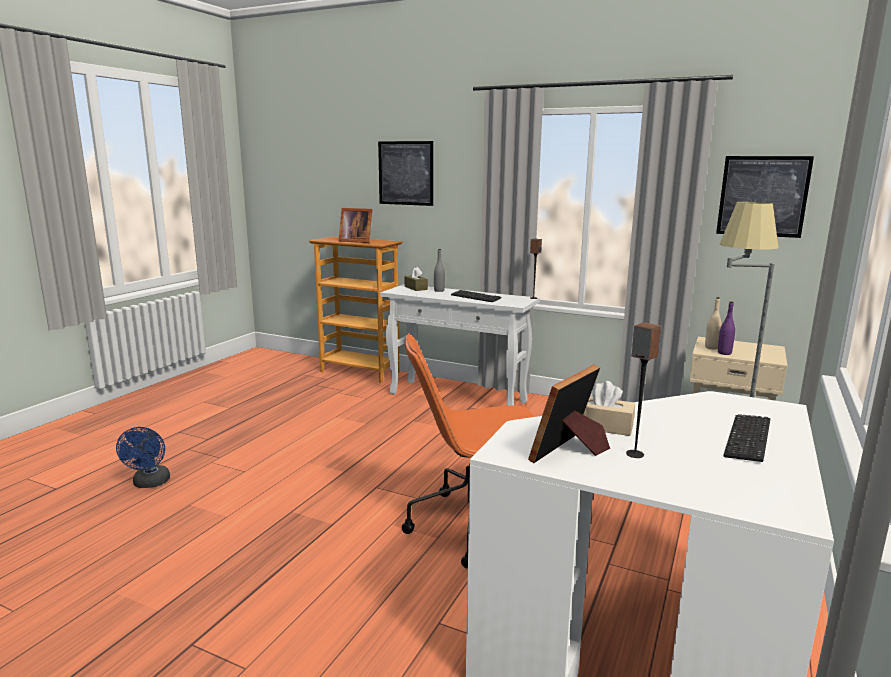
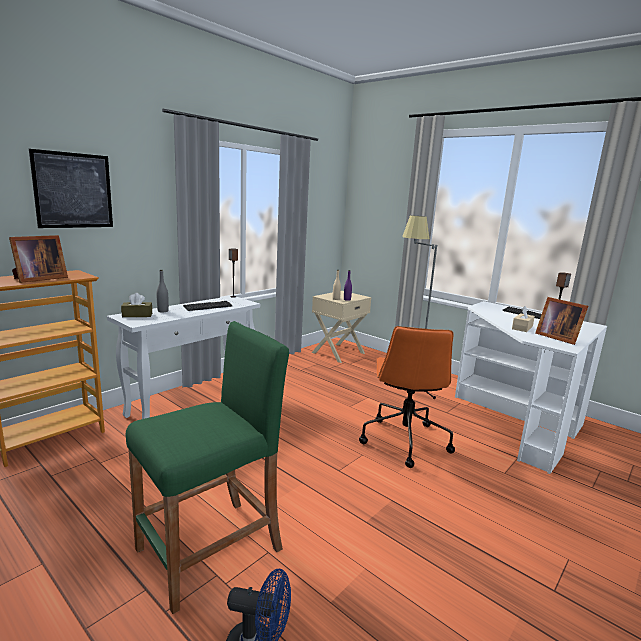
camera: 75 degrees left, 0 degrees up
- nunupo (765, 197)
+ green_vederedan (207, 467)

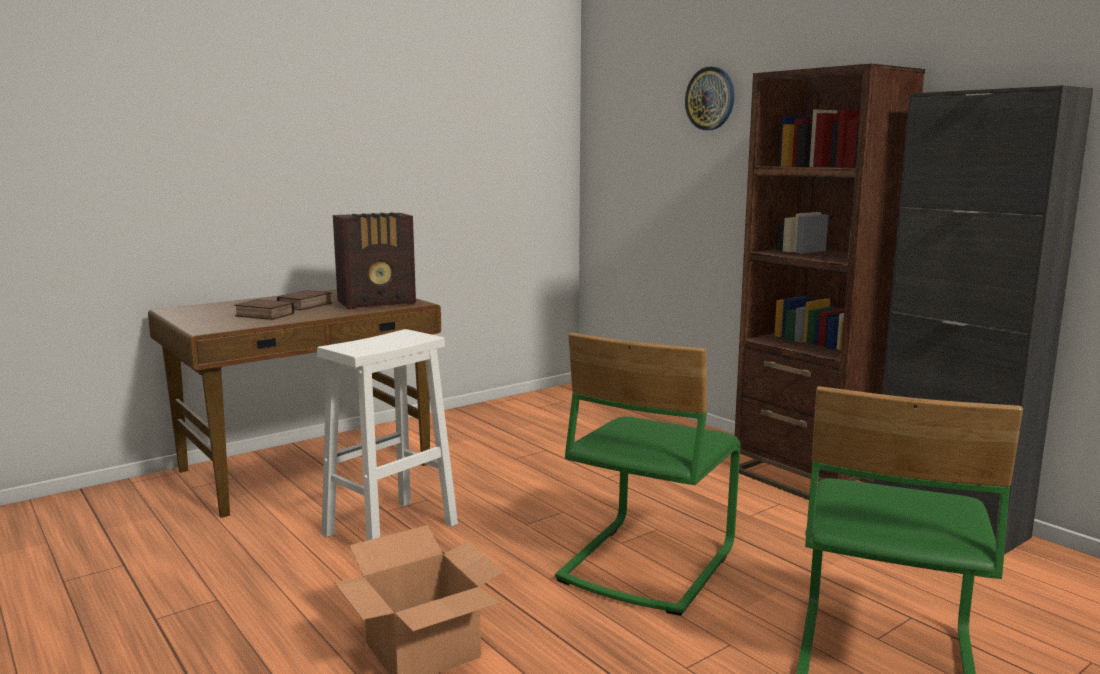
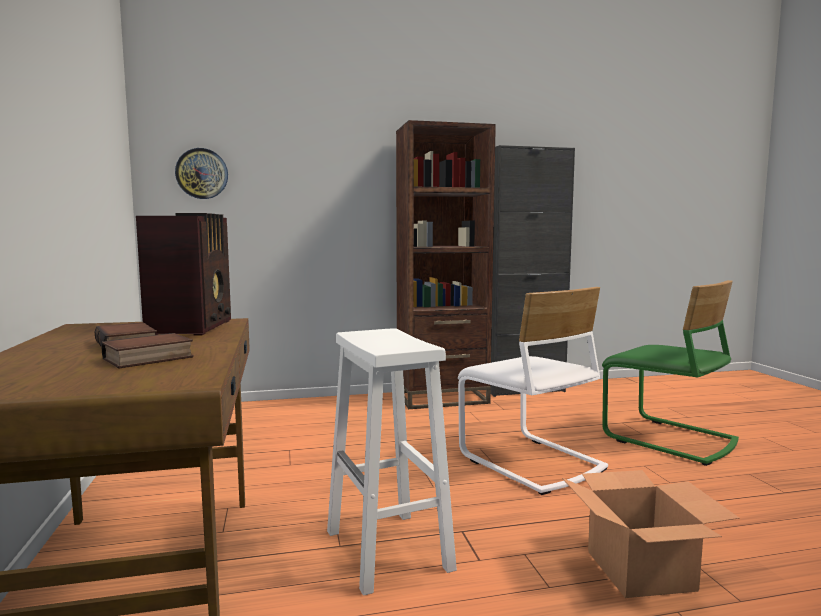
camera: 65 degrees left, 5 degrees down
~ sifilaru (710, 98) to (201, 173)
~ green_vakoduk (648, 474) to white_vakoduk (533, 391)

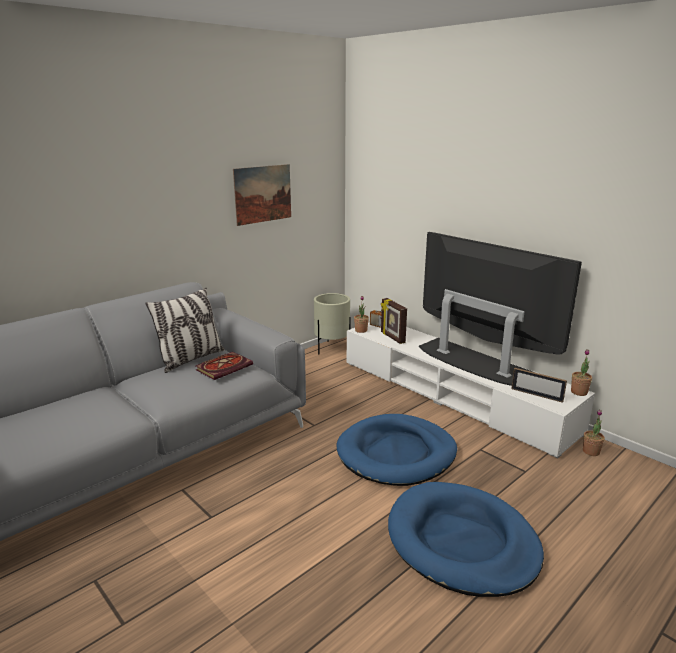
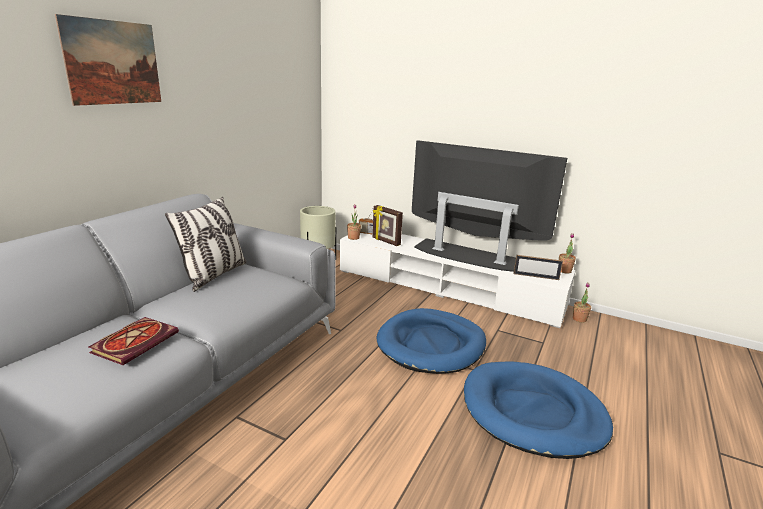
camera: 20 degrees left, 0 degrees up
~ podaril (224, 366) to (134, 341)
~ nunupo (262, 195) to (108, 60)

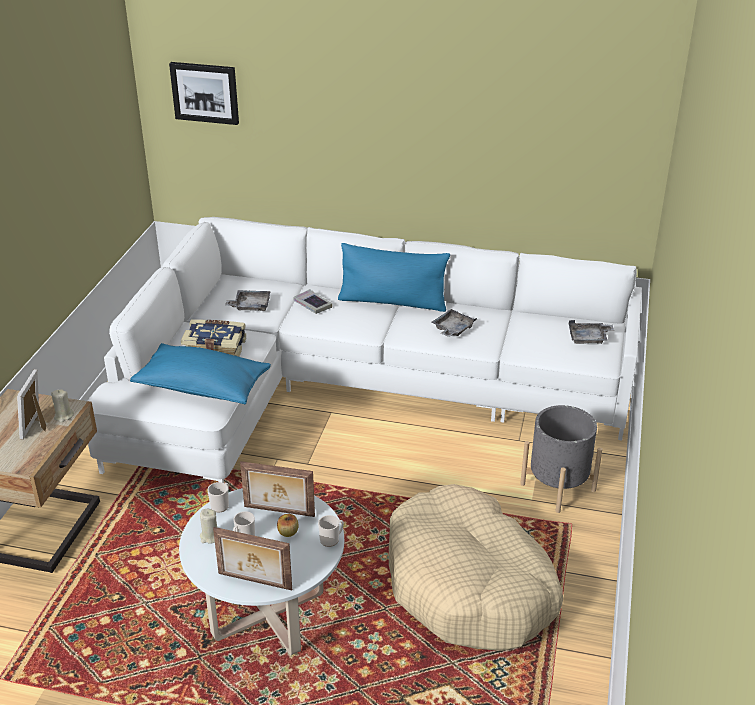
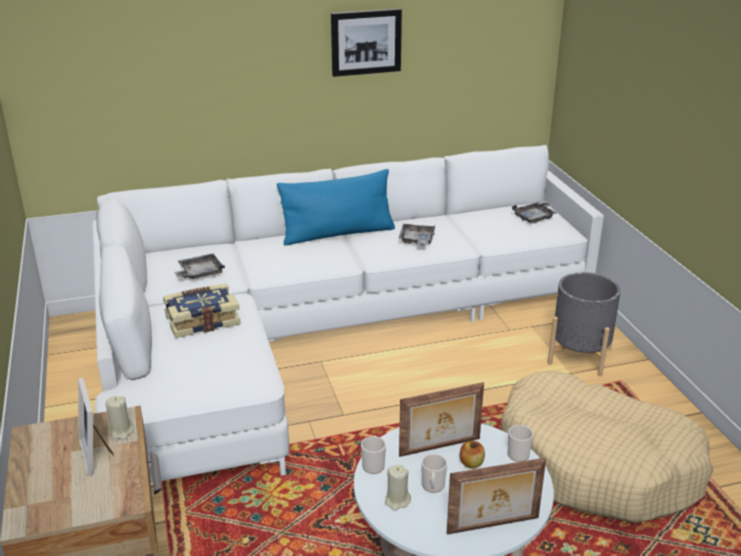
camera: 30 degrees left, 5 degrees down
- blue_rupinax (200, 373)
- podaril (312, 301)
~ nunupo (204, 93) to (366, 42)

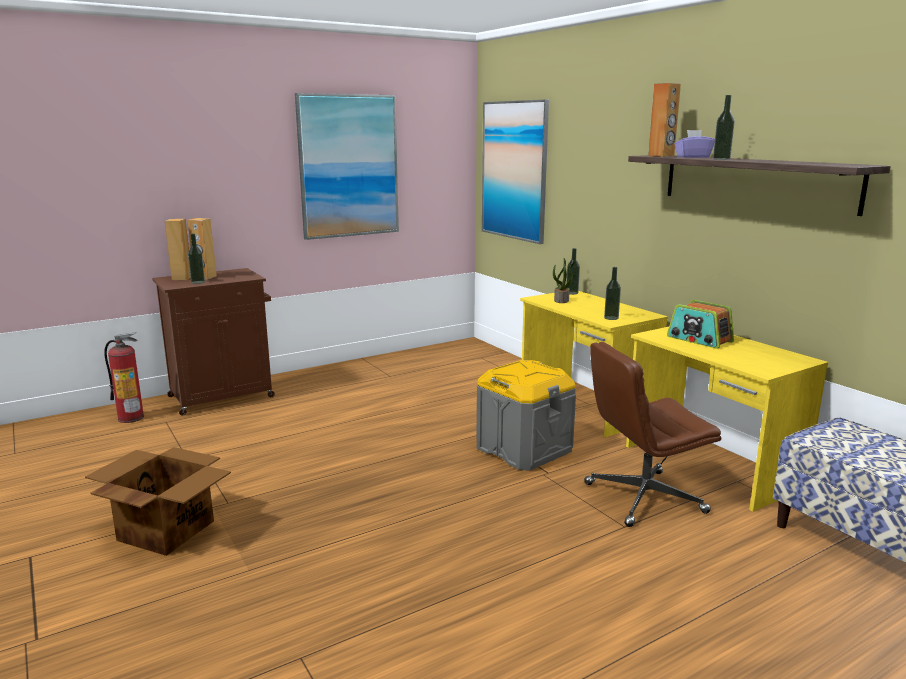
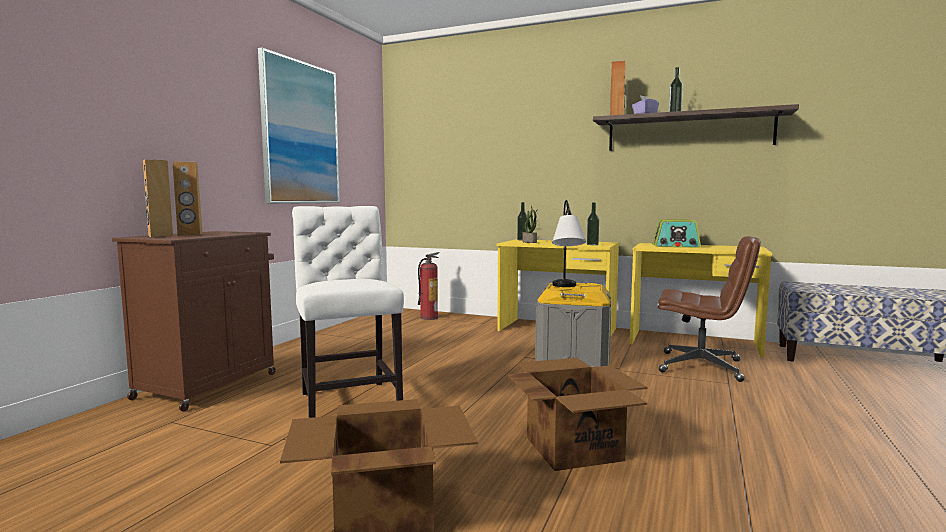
camera: 35 degrees left, 10 degrees down
- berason (196, 259)
- nunupo (515, 171)
+ white_vakoduk (348, 312)
+ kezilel (578, 414)
+ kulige (569, 243)
~ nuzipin (124, 377) to (429, 286)
~ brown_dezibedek (652, 434) = (709, 309) 105 degrees counterclockwise

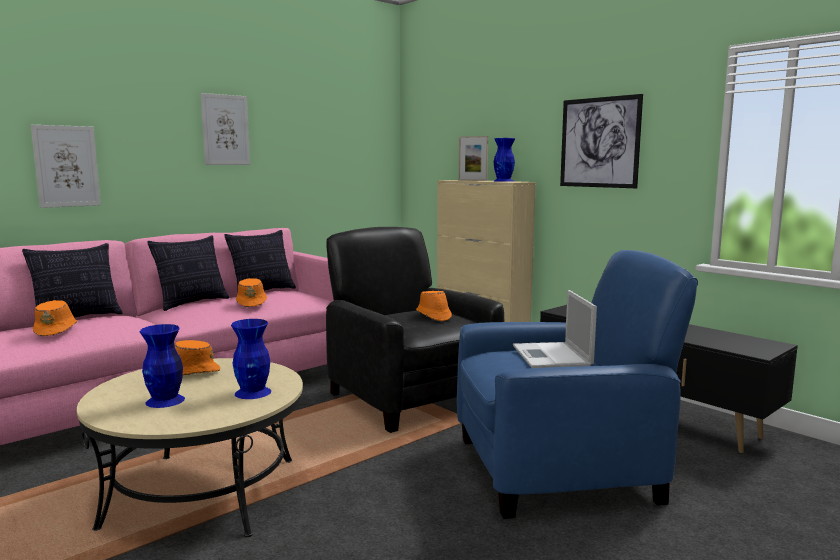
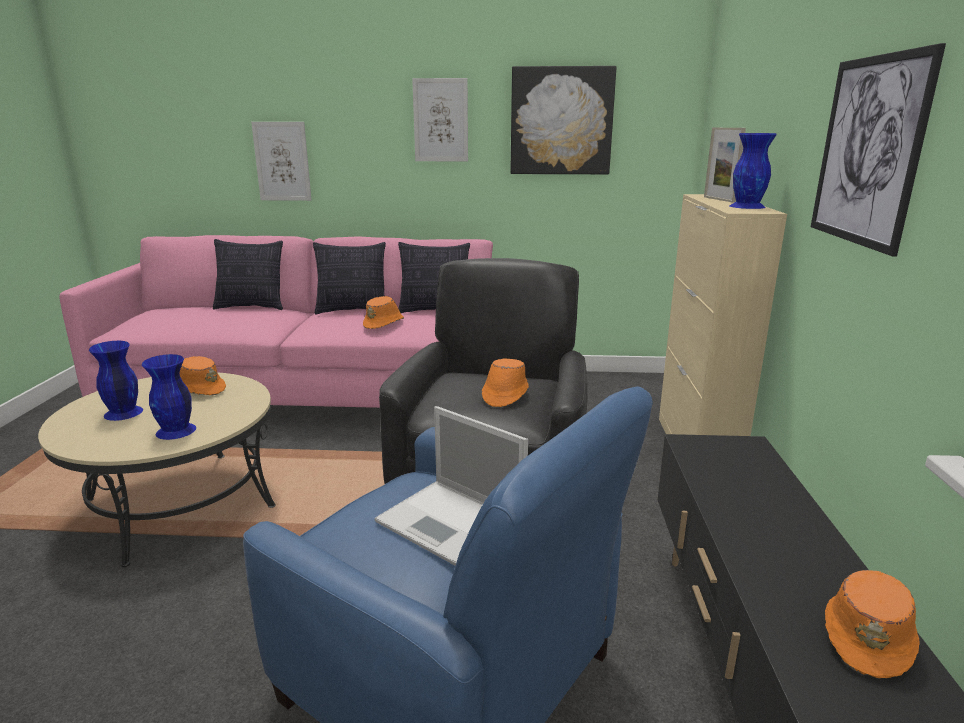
camera: 45 degrees right, 10 degrees up
+ nunupo (563, 120)
~ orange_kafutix (55, 318) to (872, 624)
~ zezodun (555, 329) = (451, 486) 90 degrees counterclockwise

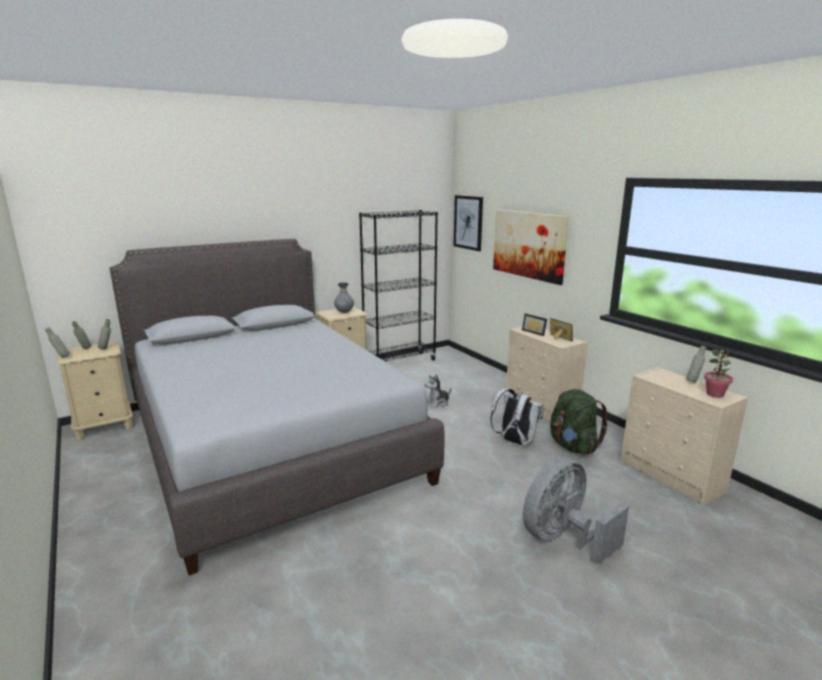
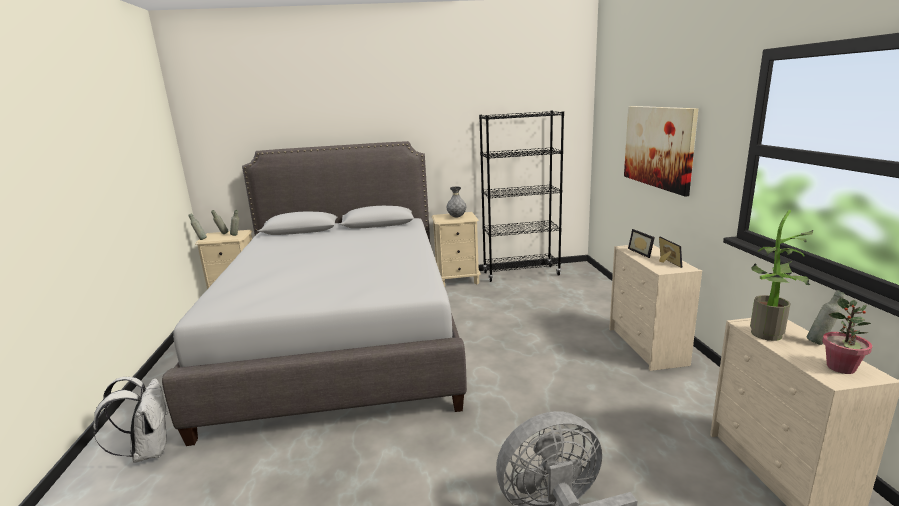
camera: 25 degrees right, 0 degrees up
- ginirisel (438, 391)
- nunupo (468, 223)
- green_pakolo (579, 422)
+ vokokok (781, 275)
~ white_pakolo (516, 417) to (130, 420)

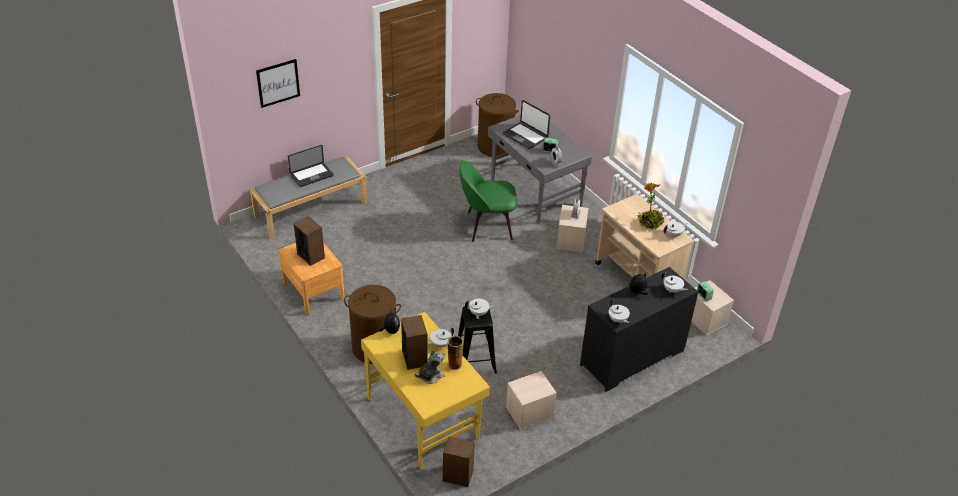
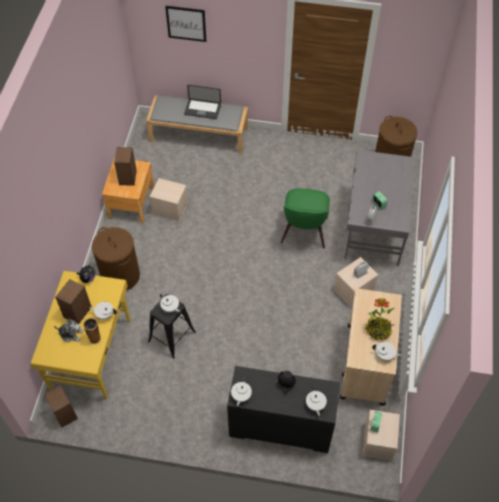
camera: 45 degrees right, 15 degrees up
- zezodun (526, 124)
~ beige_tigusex (531, 400) to (168, 199)
~ green_vakoduk (488, 201) = (305, 218) 120 degrees counterclockwise

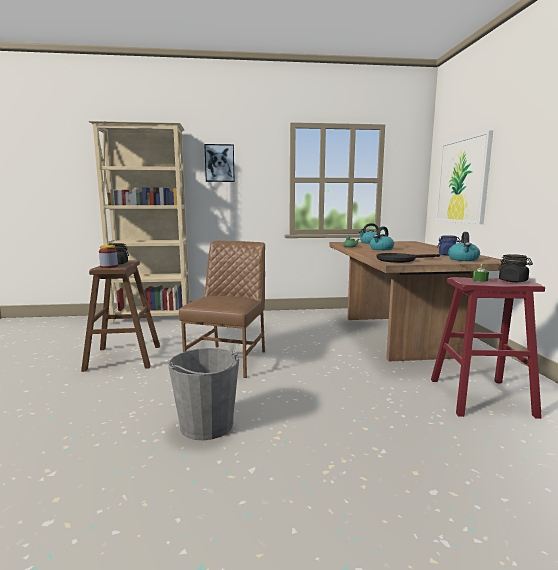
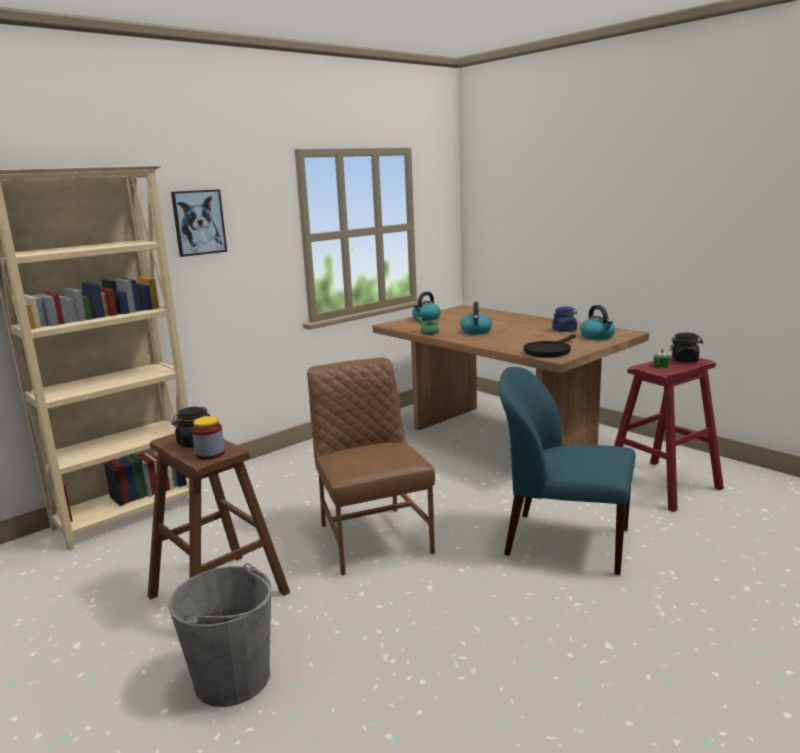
camera: 35 degrees left, 5 degrees up
- nunupo (464, 177)
+ blue_vakoduk (567, 471)
~ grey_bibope (203, 394) to (219, 635)

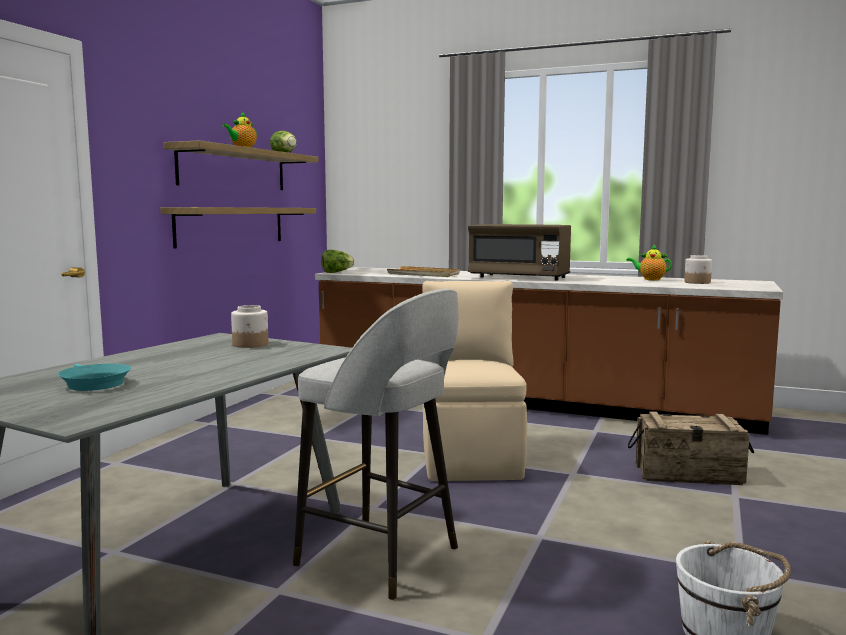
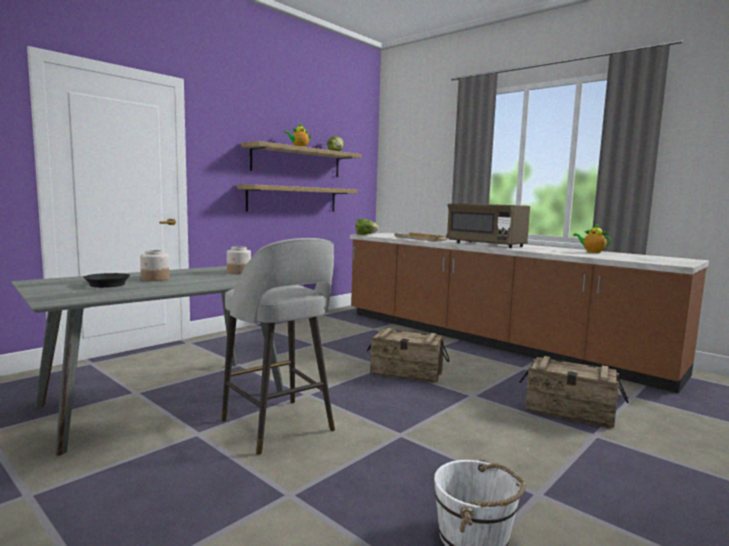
camera: 20 degrees right, 0 degrees up
~ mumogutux (698, 269) to (154, 265)
~ beige_vakoduk (475, 381) to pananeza (408, 355)
~ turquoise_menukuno (94, 377) to black_menukuno (106, 280)

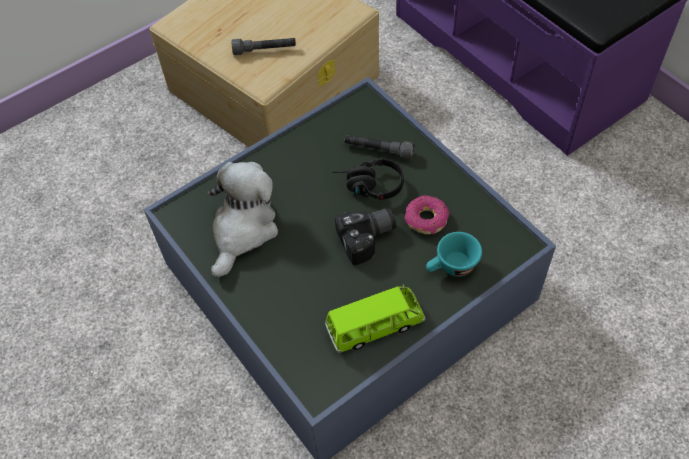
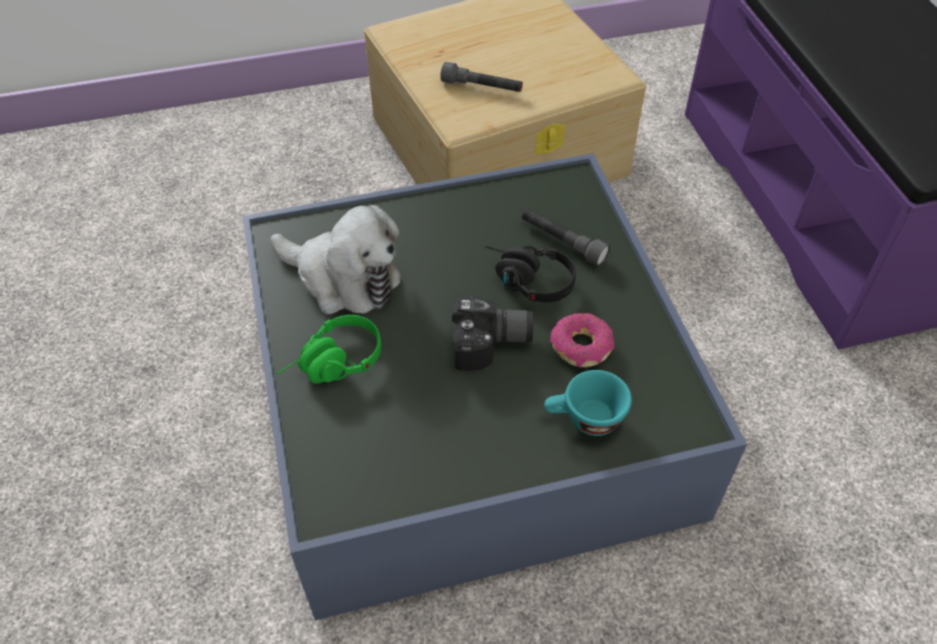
camera: 20 degrees right, 5 degrees down
- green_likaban (375, 318)
+ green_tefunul (328, 349)
~ ginirisel (243, 219) = (336, 259) 75 degrees clockwise

